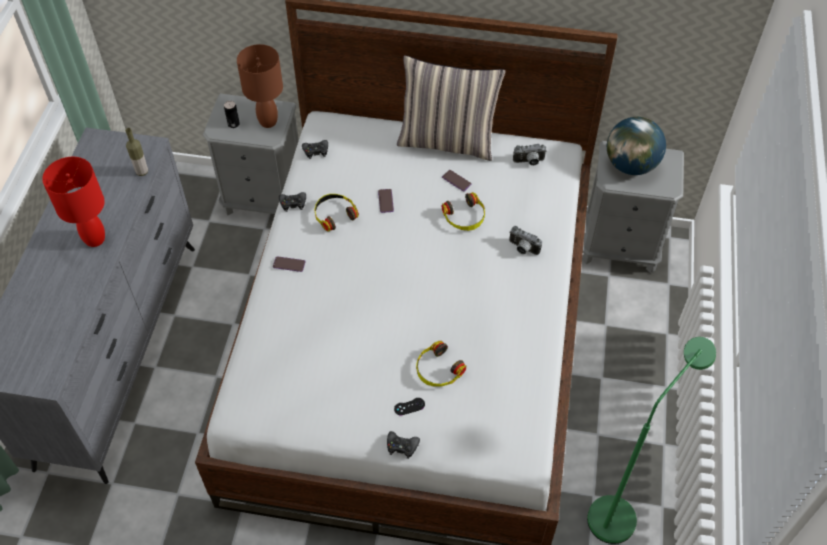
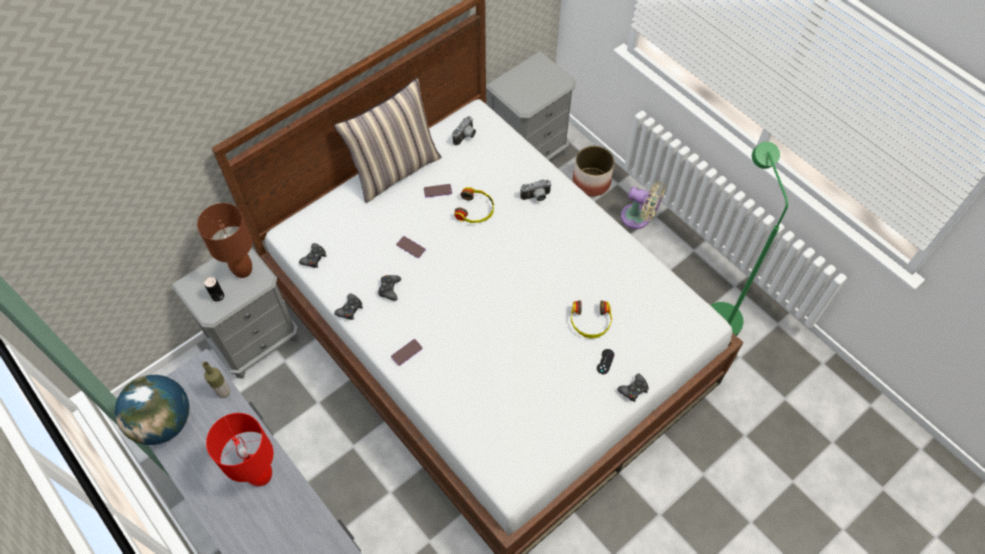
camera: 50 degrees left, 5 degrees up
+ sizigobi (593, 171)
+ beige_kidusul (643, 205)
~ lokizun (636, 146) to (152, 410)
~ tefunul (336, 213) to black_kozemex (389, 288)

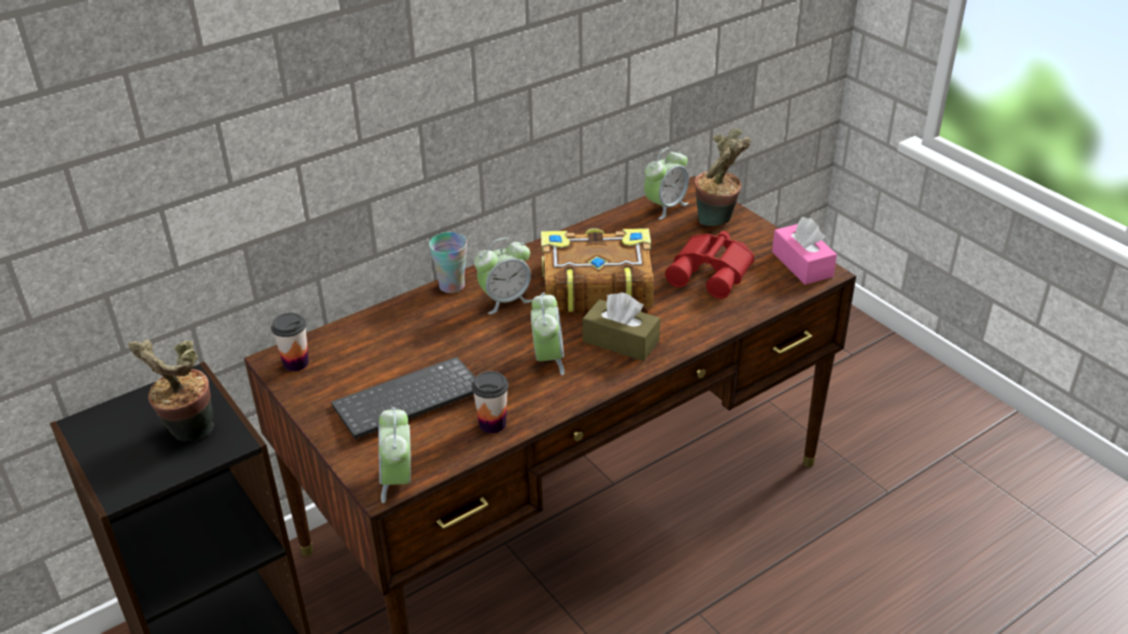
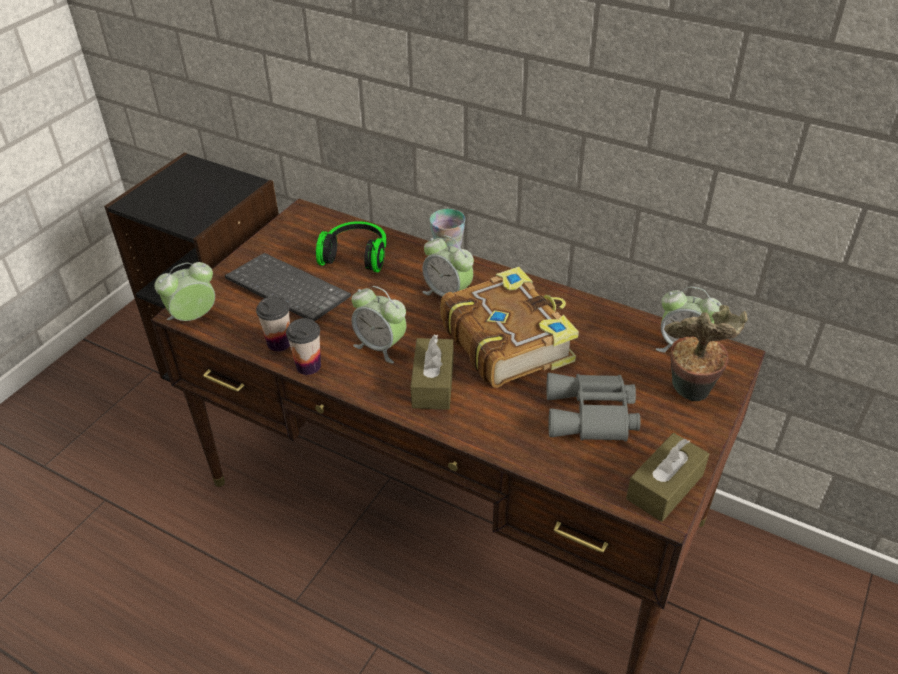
camera: 65 degrees right, 5 degrees up
- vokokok (171, 391)
+ tefunul (351, 246)
~ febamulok (290, 342) to (303, 346)
~ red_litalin (709, 265) to grey_litalin (593, 407)
~ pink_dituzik (804, 251) to brown_dituzik (667, 477)
~ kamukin (548, 333) = (378, 325) 60 degrees clockwise

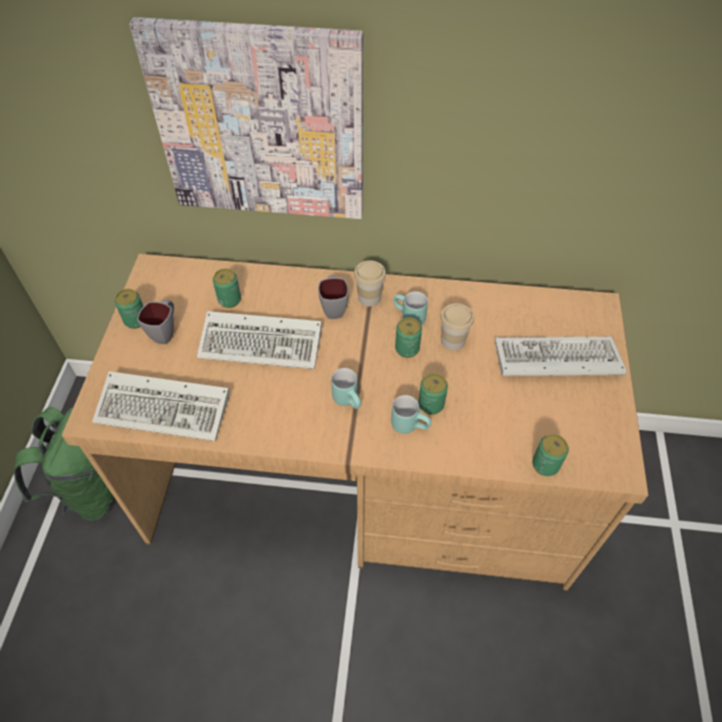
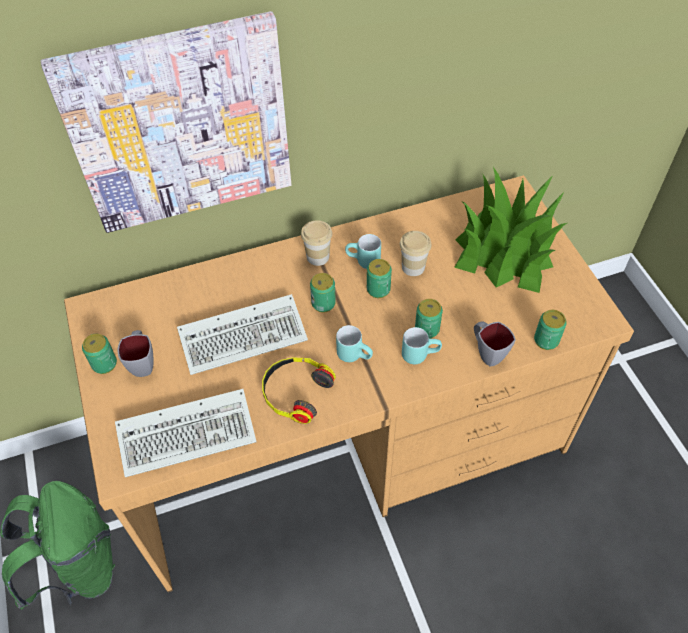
camera: 25 degrees left, 0 degrees up
+ tefunul (299, 390)
~ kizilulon (227, 288) to (323, 293)
~ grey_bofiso (333, 297) to (495, 343)
~ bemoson (561, 356) to vokokok (510, 230)

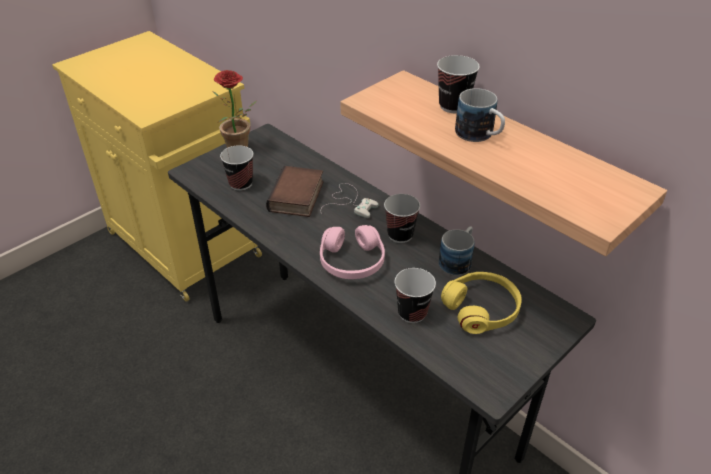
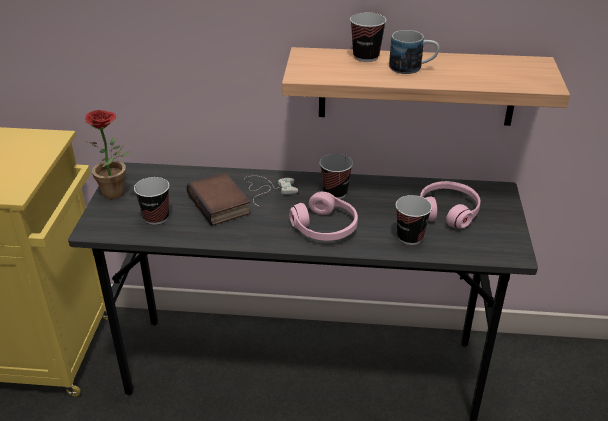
camera: 40 degrees left, 5 degrees down
- bofiso (457, 251)
~ yellow_tefunul (481, 303) to pink_tefunul (450, 205)

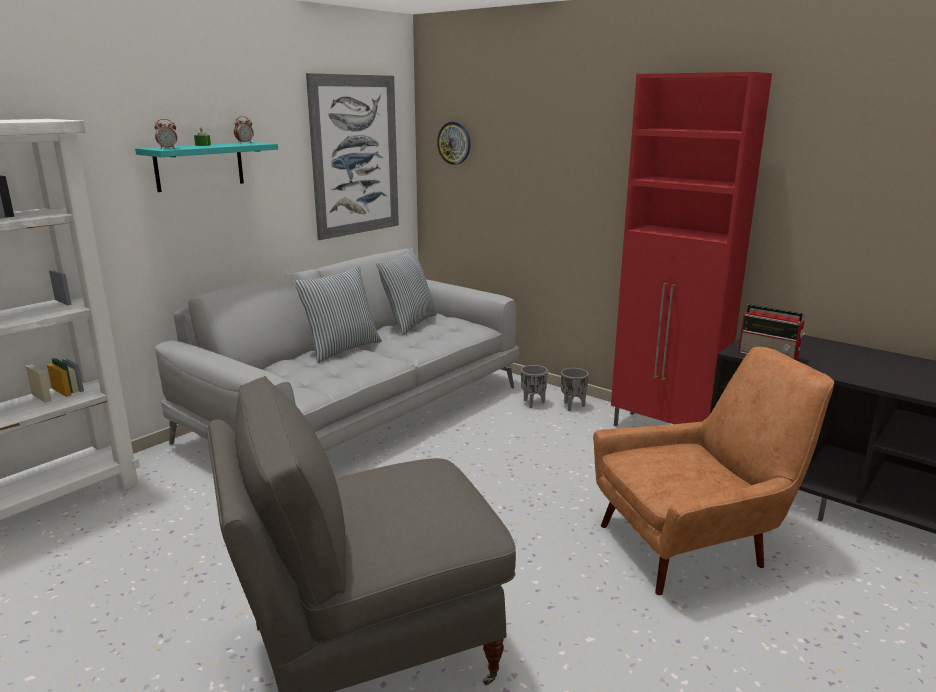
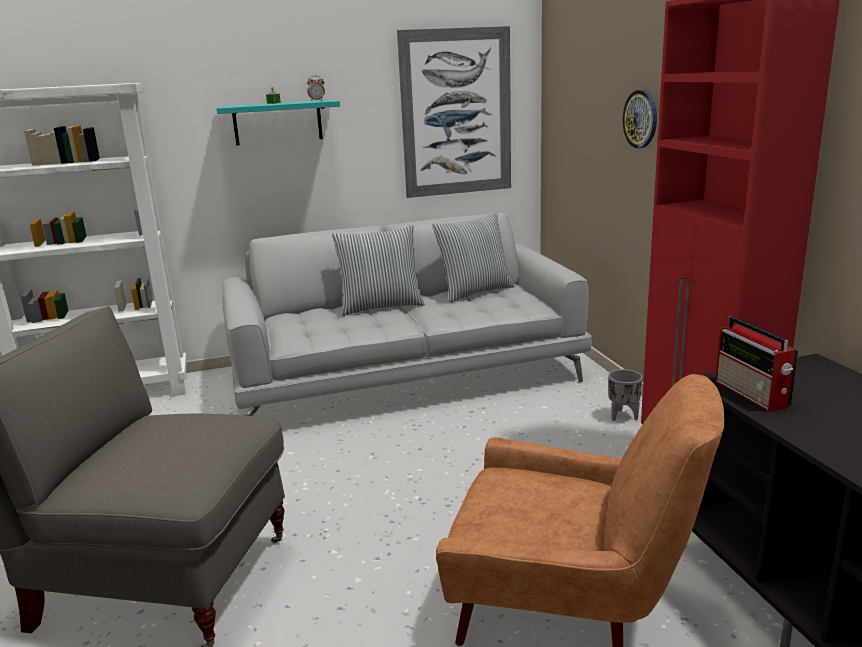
camera: 35 degrees right, 0 degrees up
- kamukin (165, 134)
- grey_sizigobi (534, 386)
~ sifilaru (454, 143) to (640, 119)

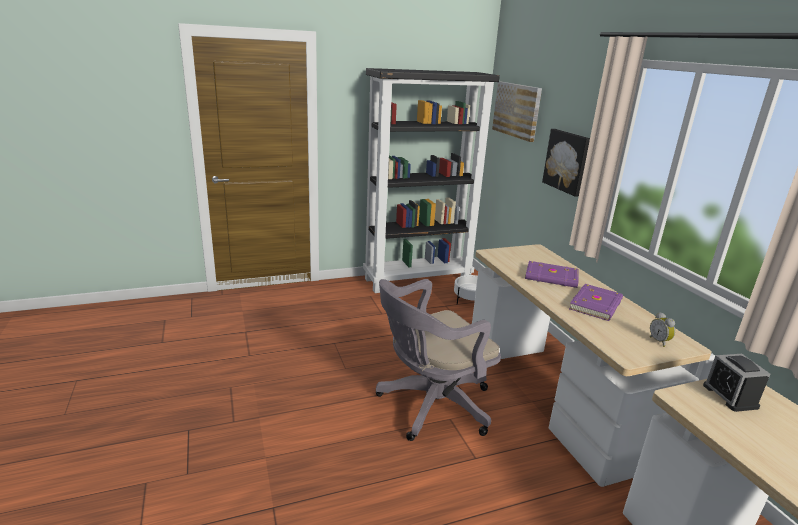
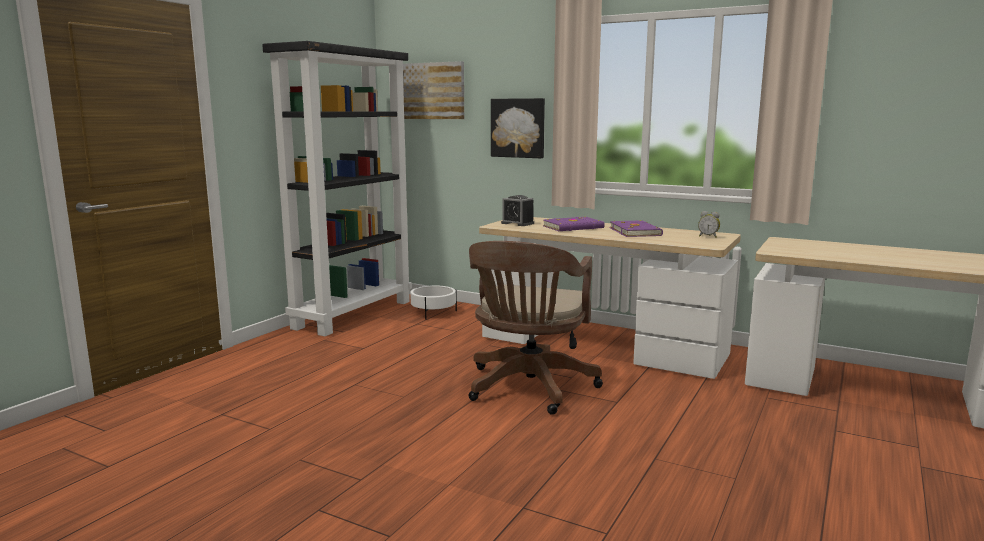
camera: 40 degrees left, 10 degrees down
~ kamukin (736, 383) to (517, 210)
~ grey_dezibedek (438, 360) to brown_dezibedek (536, 328)

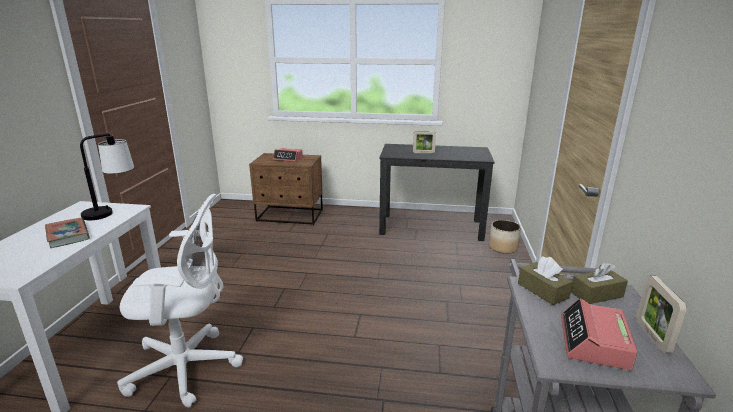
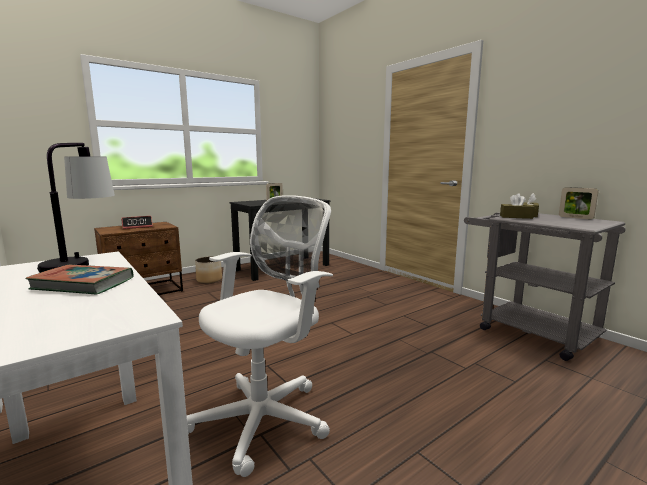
camera: 45 degrees left, 10 degrees down
- kamukin (599, 334)
~ sizigobi (505, 237) to (208, 270)

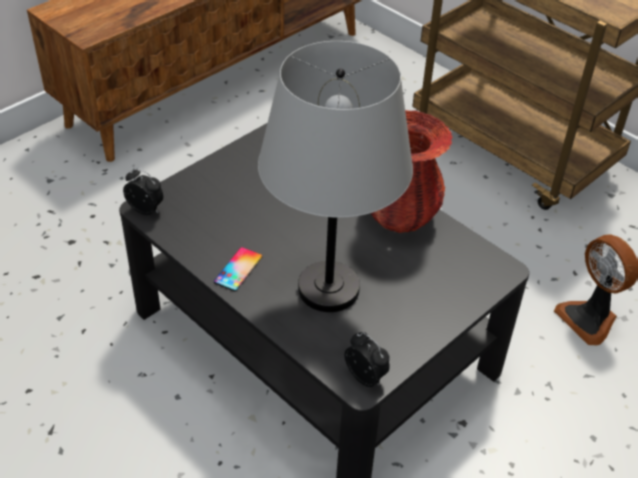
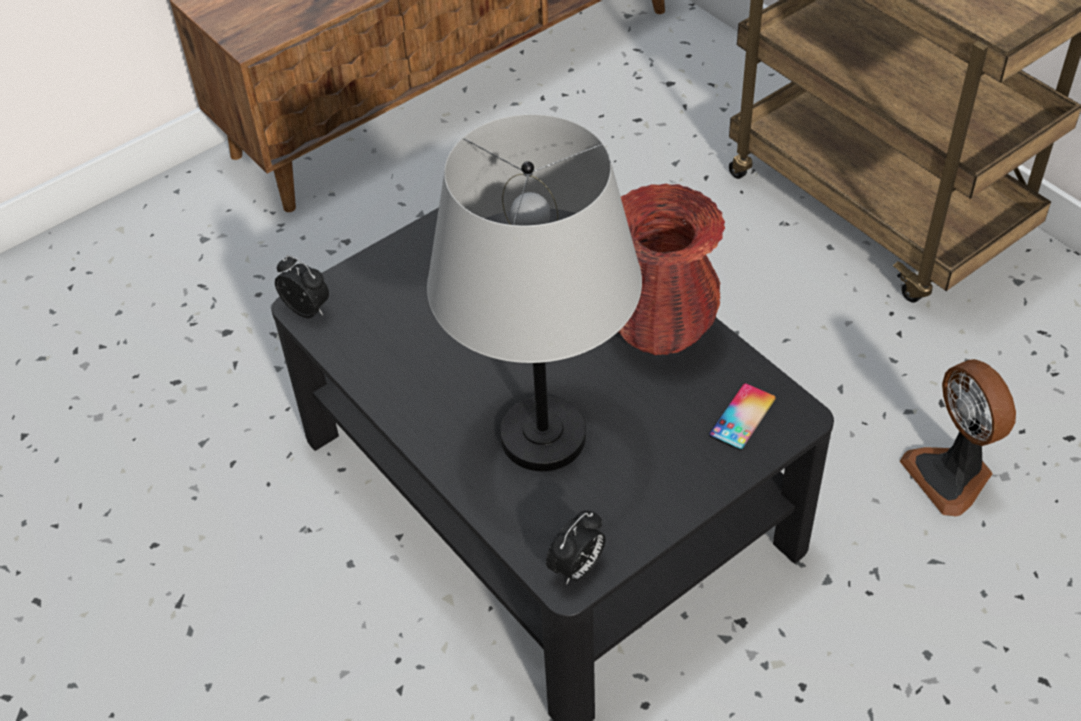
camera: 10 degrees right, 5 degrees up
~ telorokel (238, 269) to (742, 416)
~ kamukin (367, 359) = (576, 547) 75 degrees clockwise

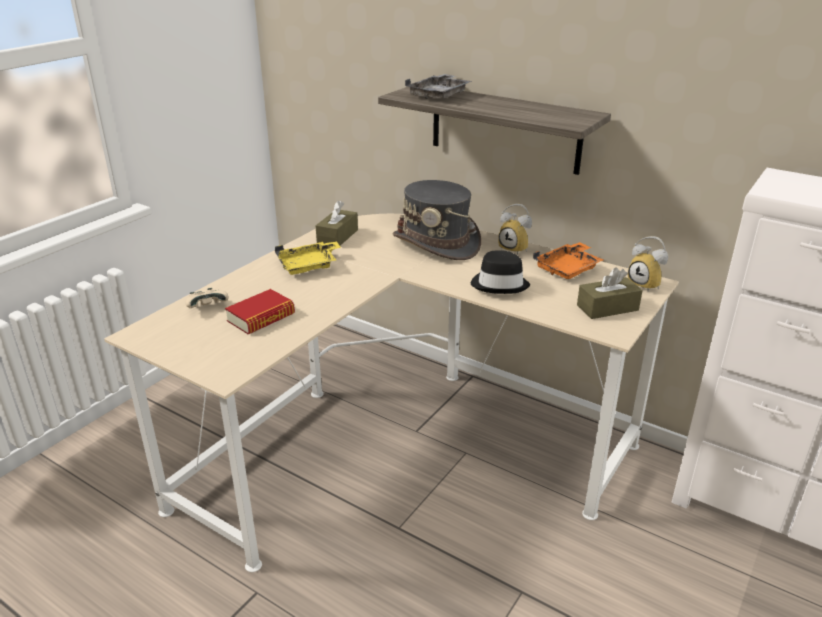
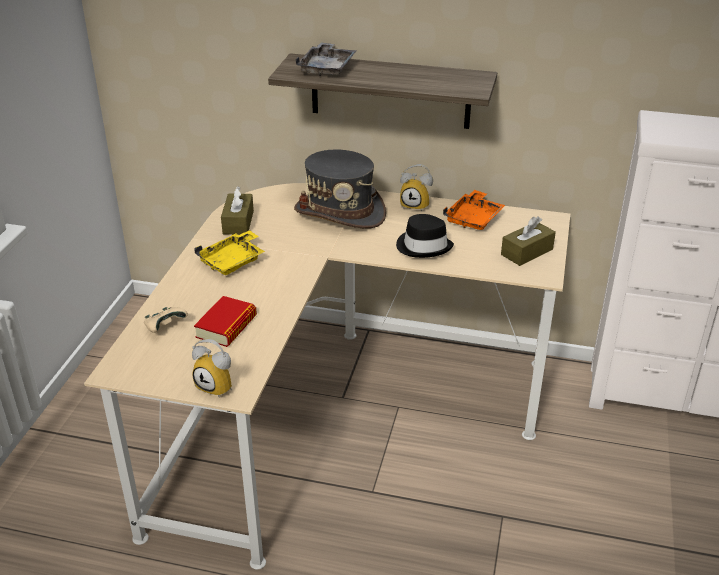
camera: 20 degrees left, 5 degrees up
~ kamukin (648, 263) to (212, 368)

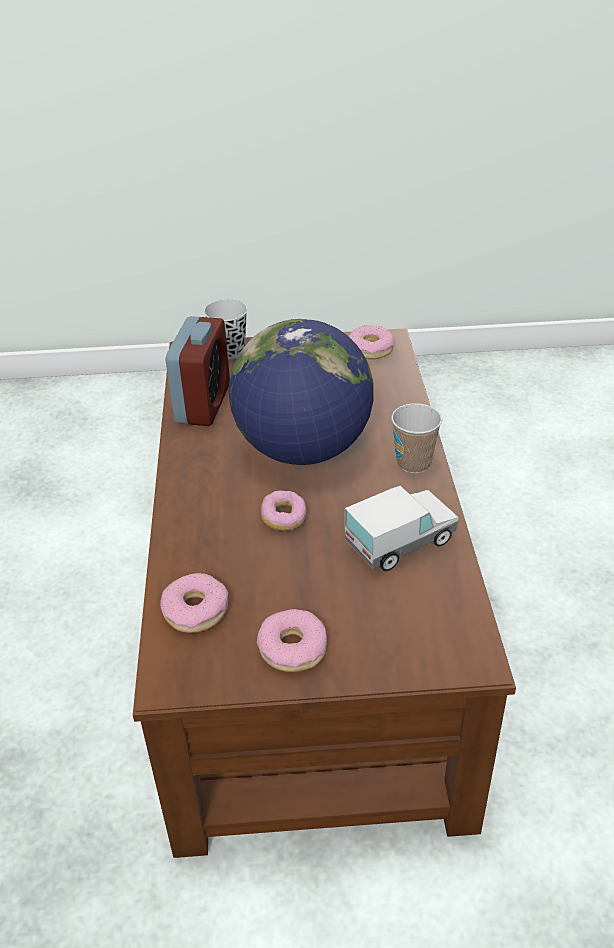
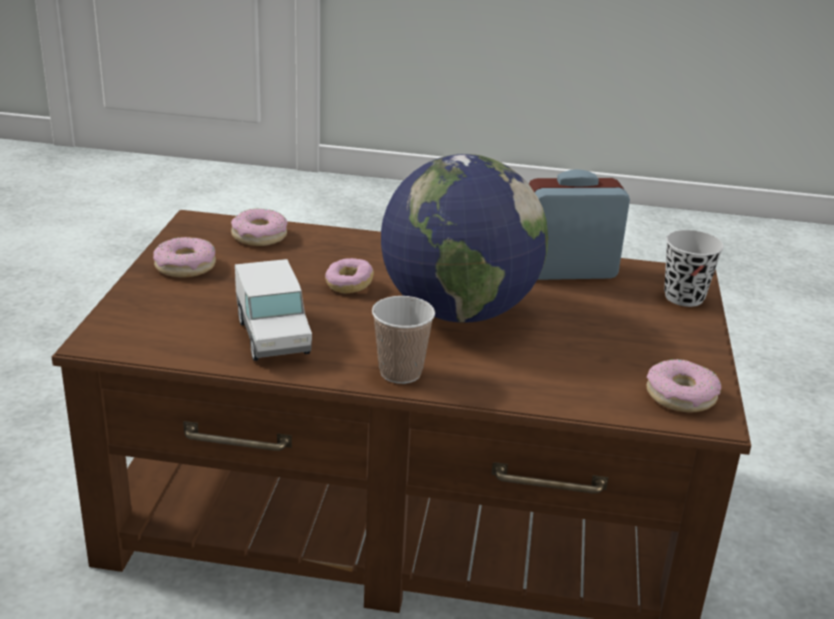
camera: 100 degrees right, 10 degrees down
~ kamukin (198, 371) = (579, 224) 150 degrees clockwise

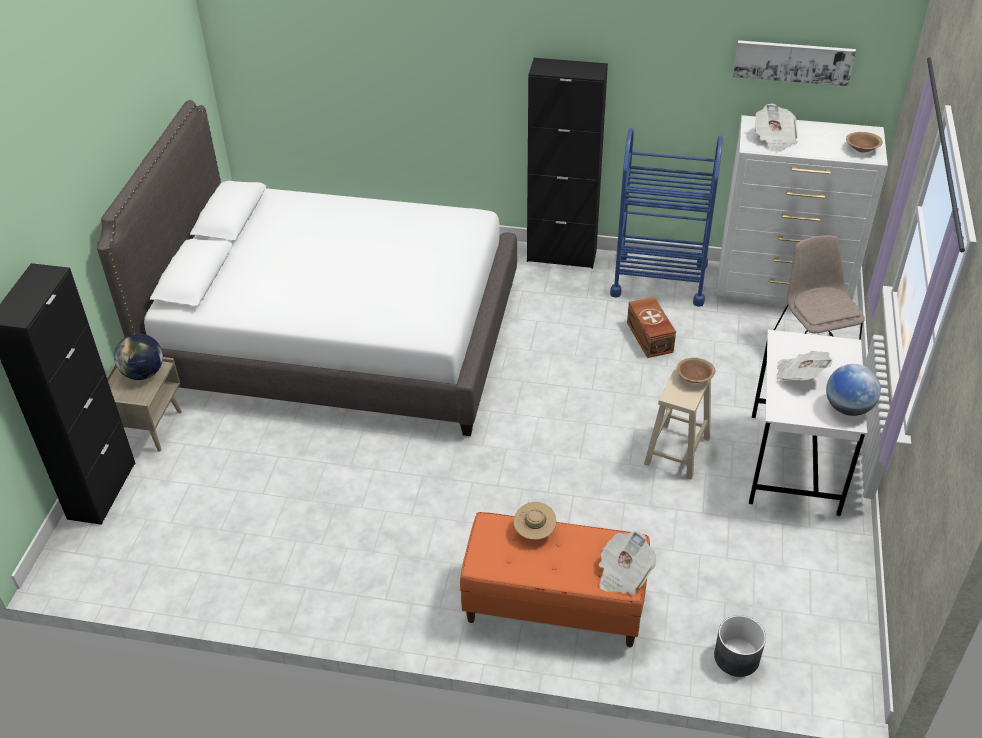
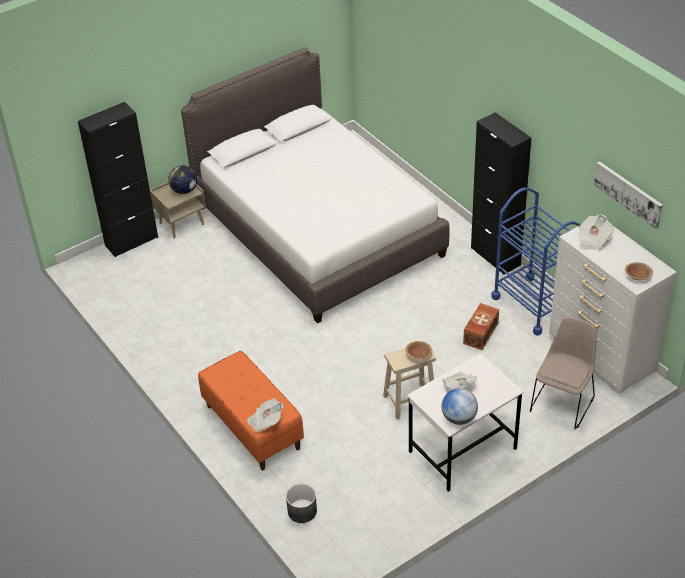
camera: 45 degrees right, 0 degrees up
- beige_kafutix (534, 521)

